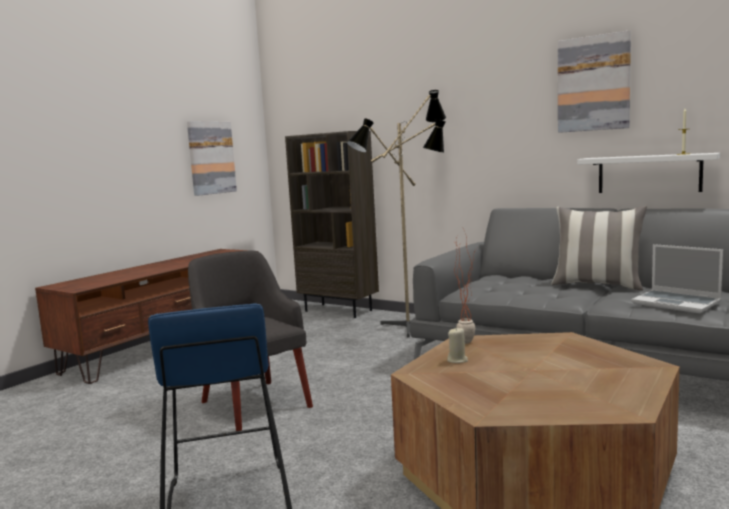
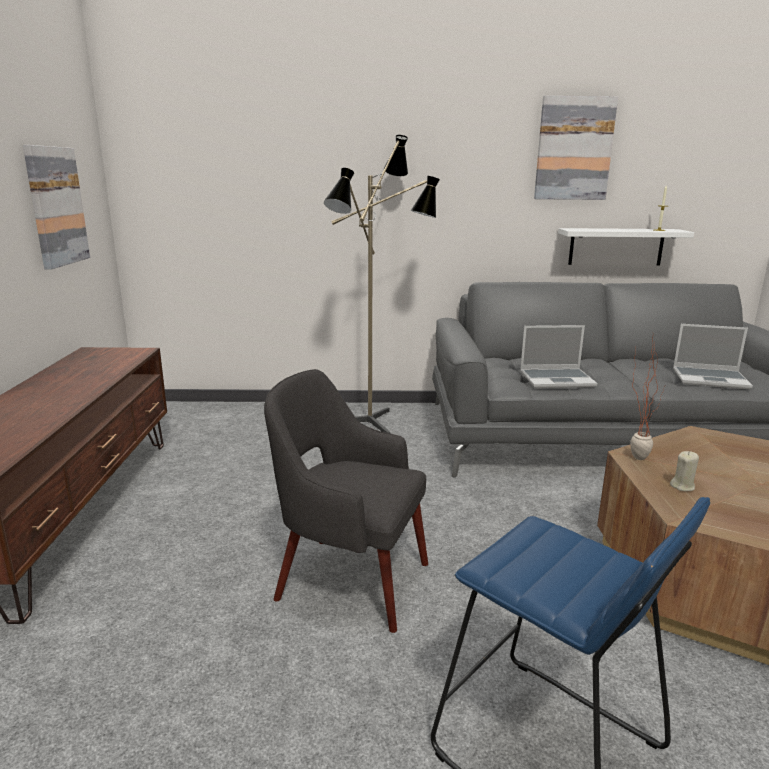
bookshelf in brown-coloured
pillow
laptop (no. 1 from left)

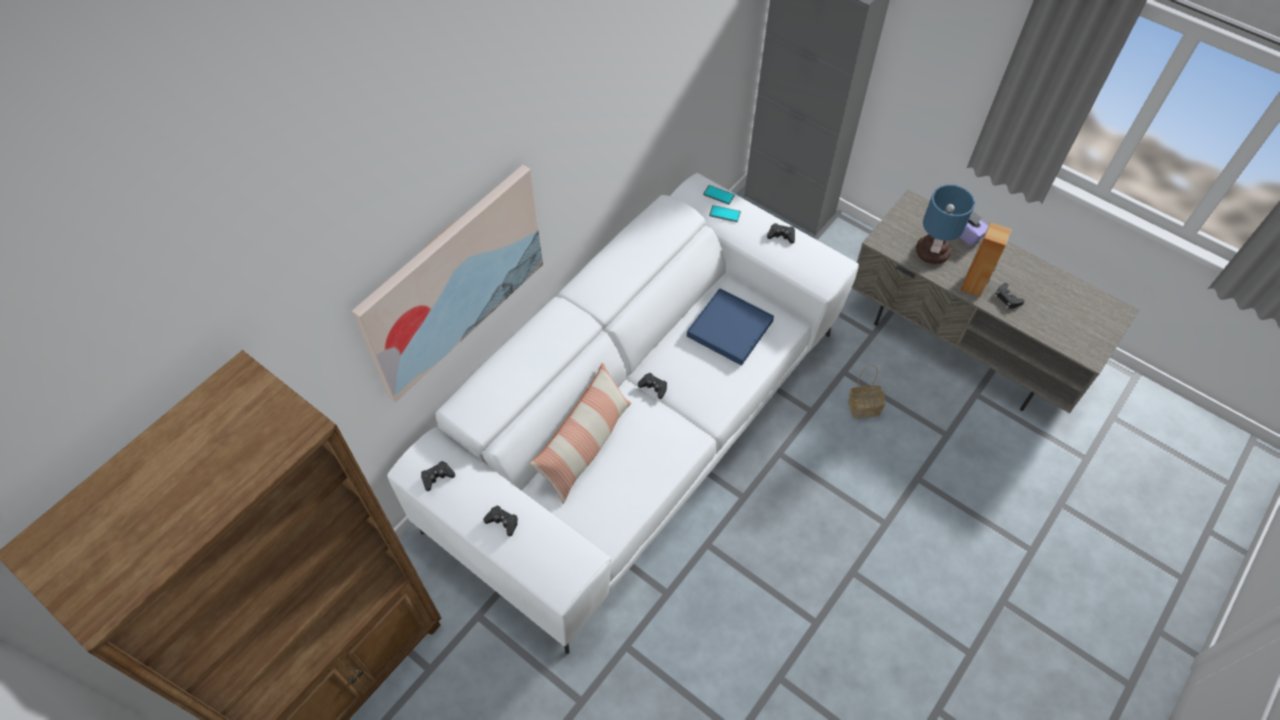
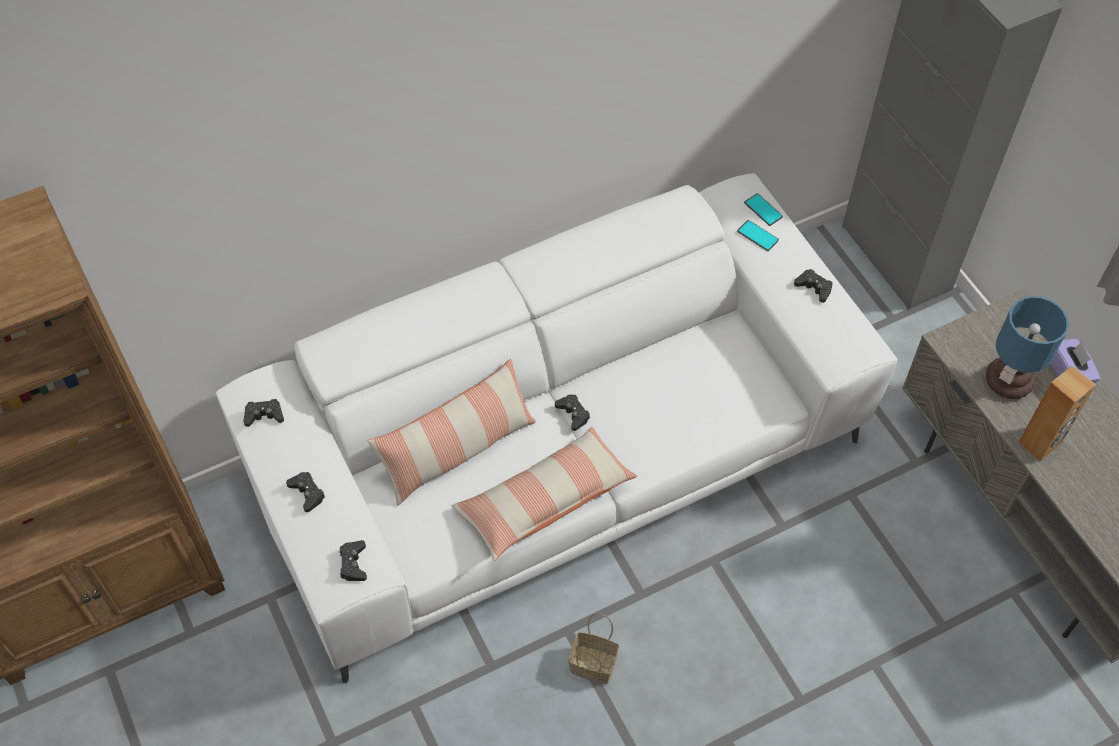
wall picture
joypad in black-coloured (no. 3 from left)
serving tray in blue-coloured
household basket
pillow (no. 2 from left)

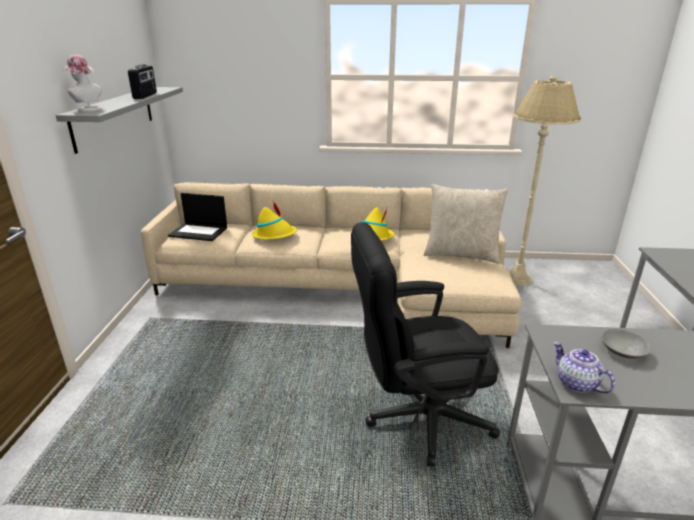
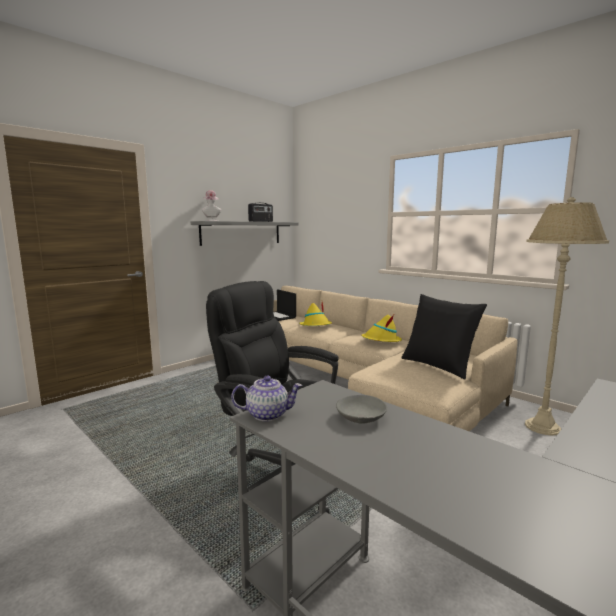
pillow in black-coloured
tea pot

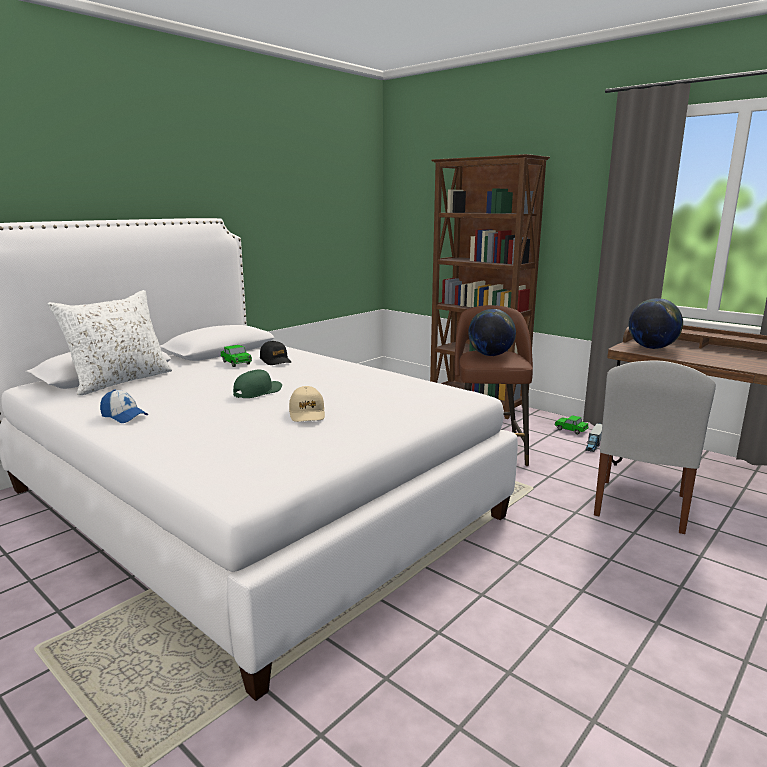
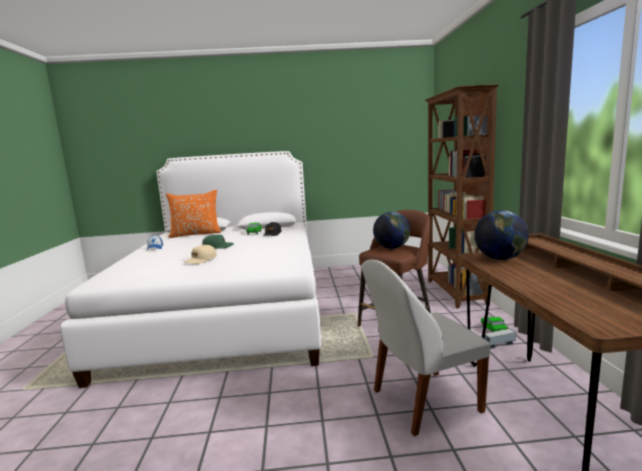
pillow in orangey

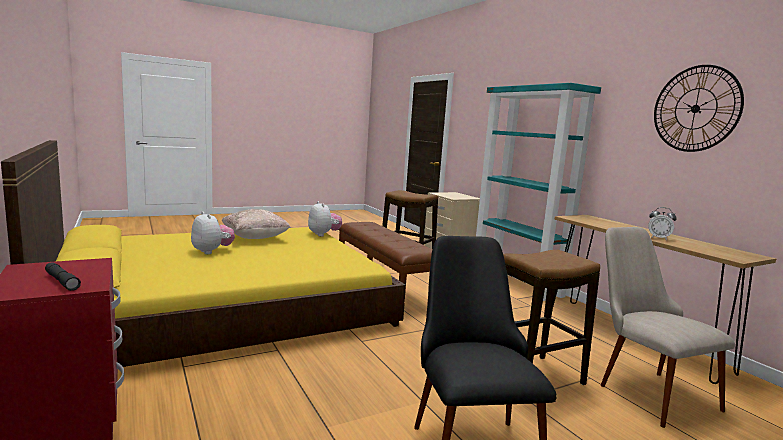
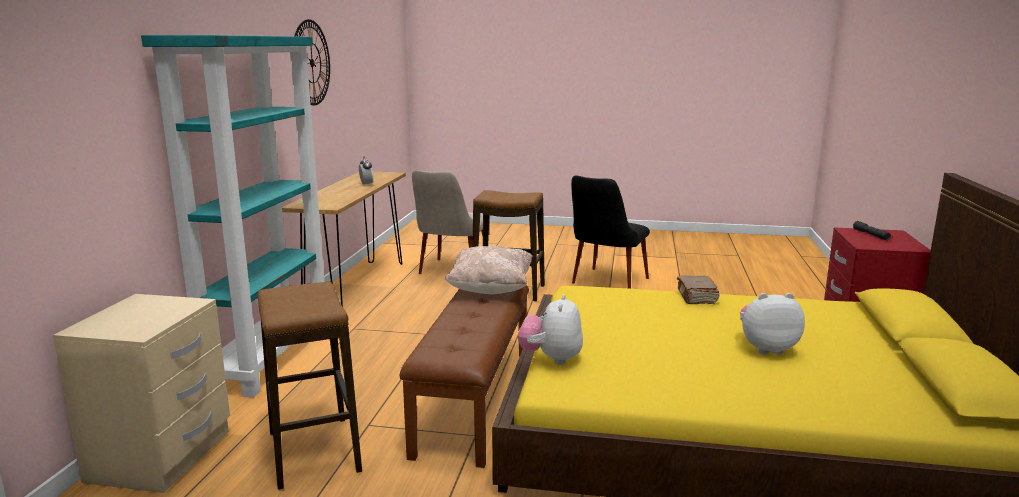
pillow in sand-coloured
cuddly toy (no. 2 from left)
bound book in brown-coloured

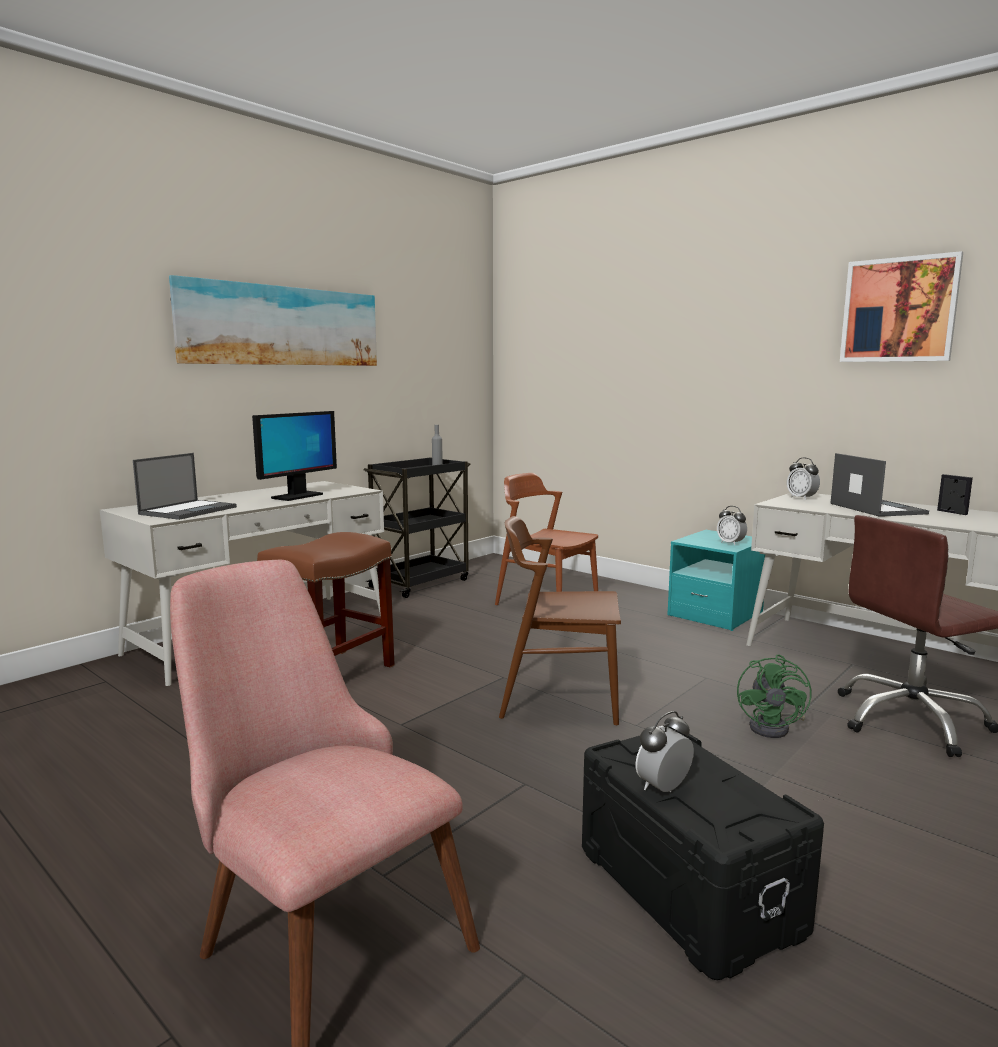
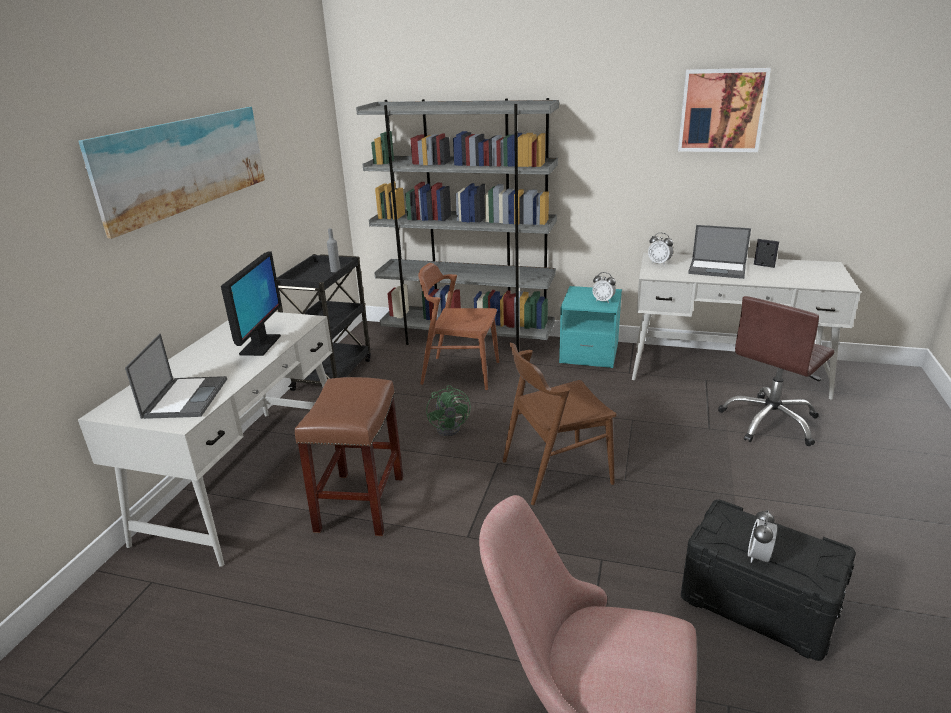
laptop (no. 2 from left)
electric fan in green-coloured
bookshelf in greyish

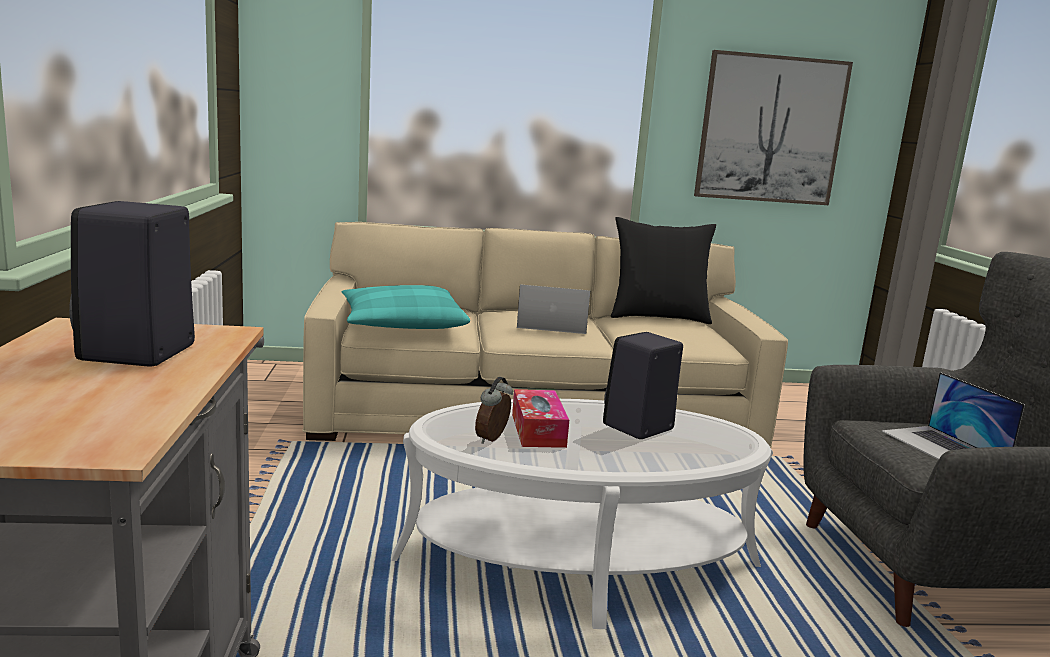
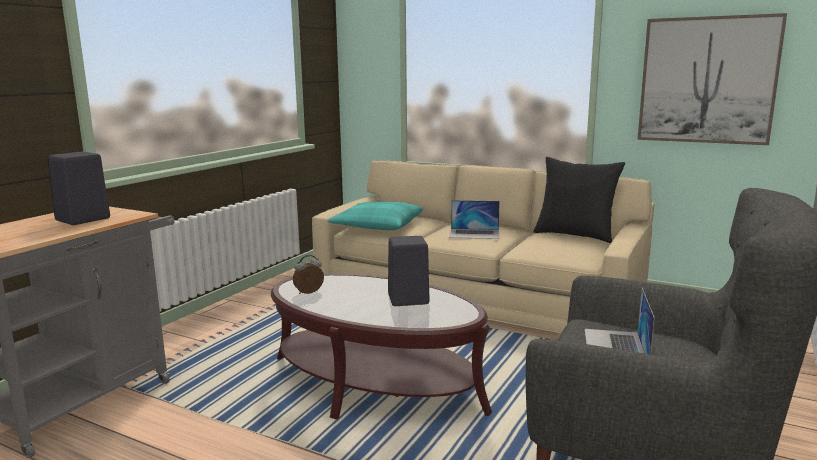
laptop (no. 1 from left)
box of tissues
low table in brown-coloured

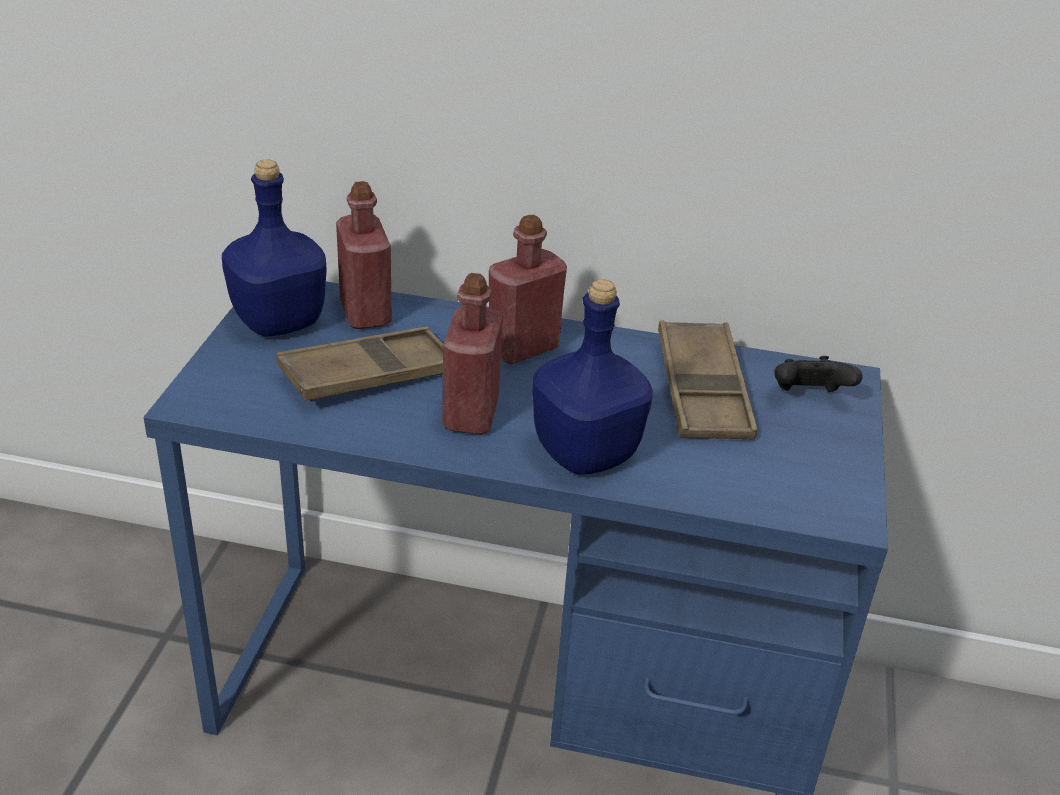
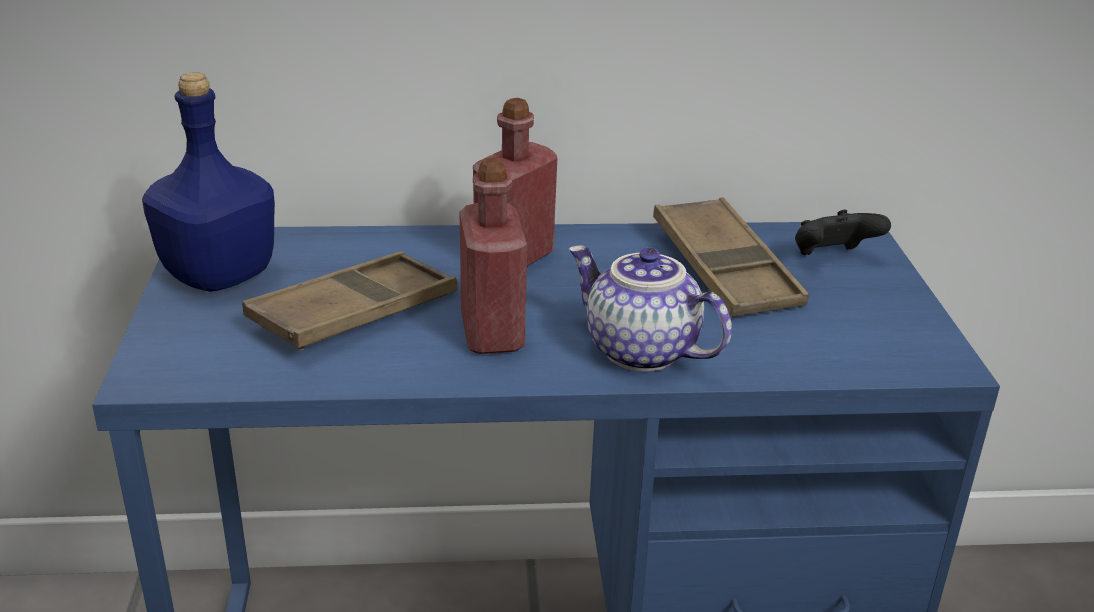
bottle in red (no. 1 from left in the first image)
tea pot

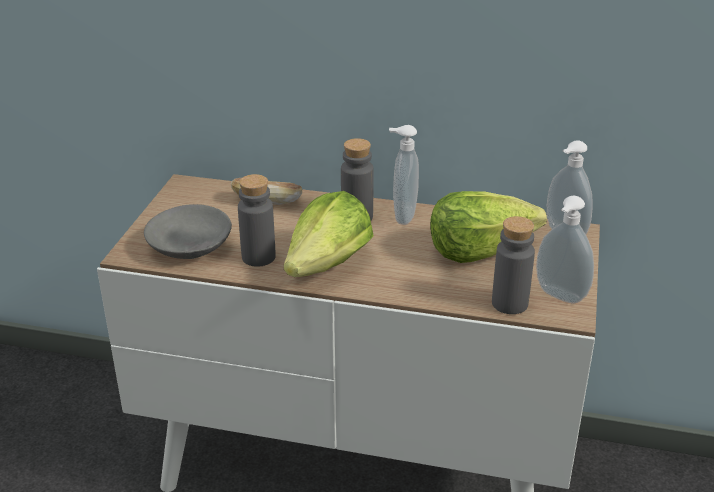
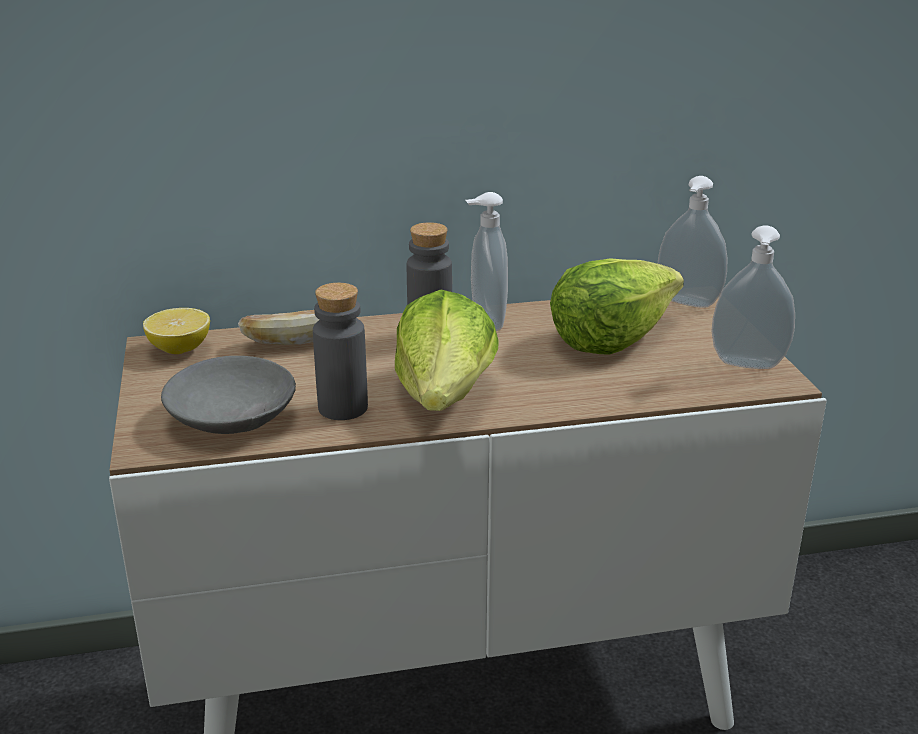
bottle in greyish (no. 3 from left in the first image)
lemon

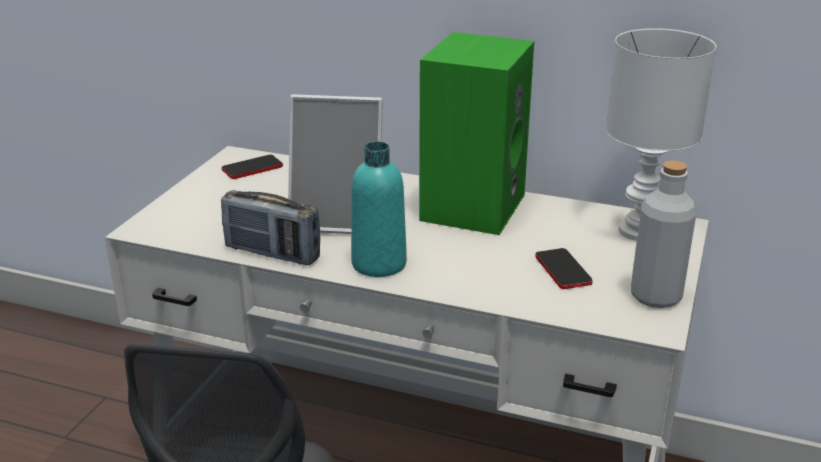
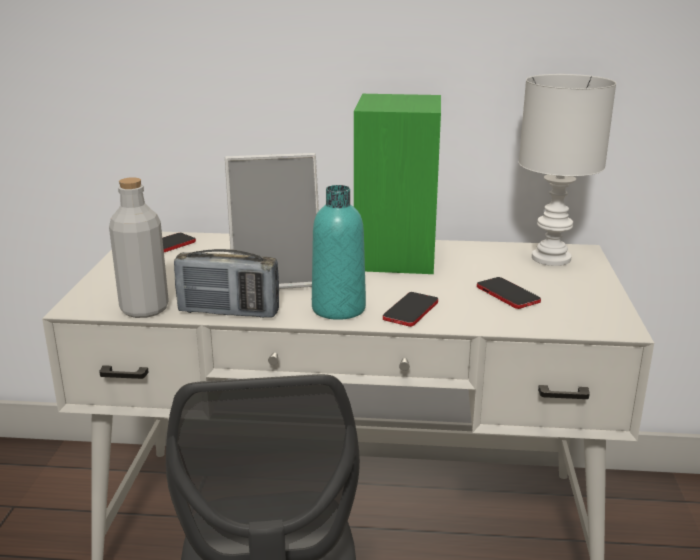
bottle in greyish
handset (no. 2 from left)

